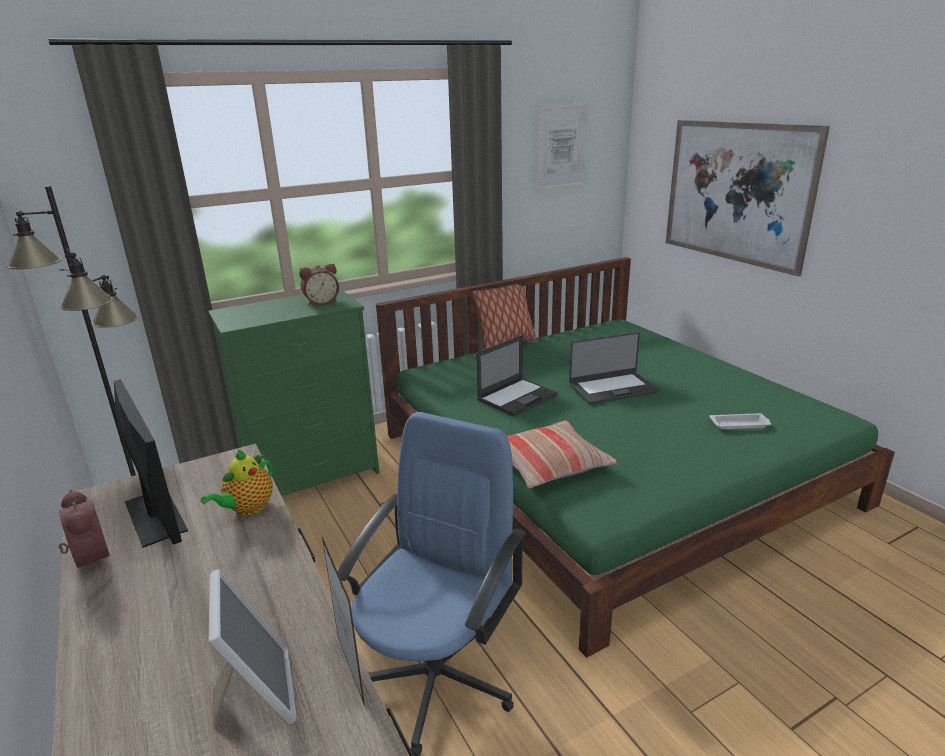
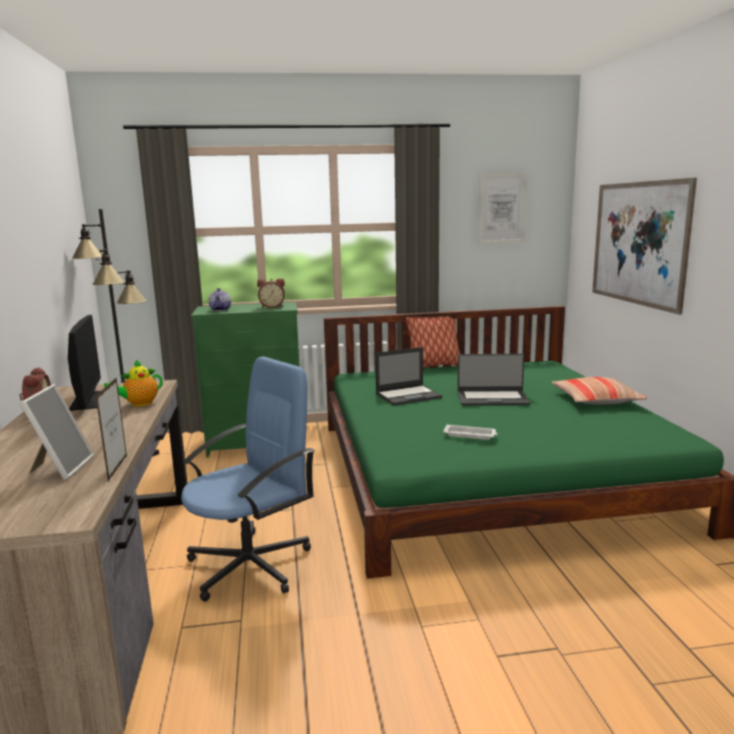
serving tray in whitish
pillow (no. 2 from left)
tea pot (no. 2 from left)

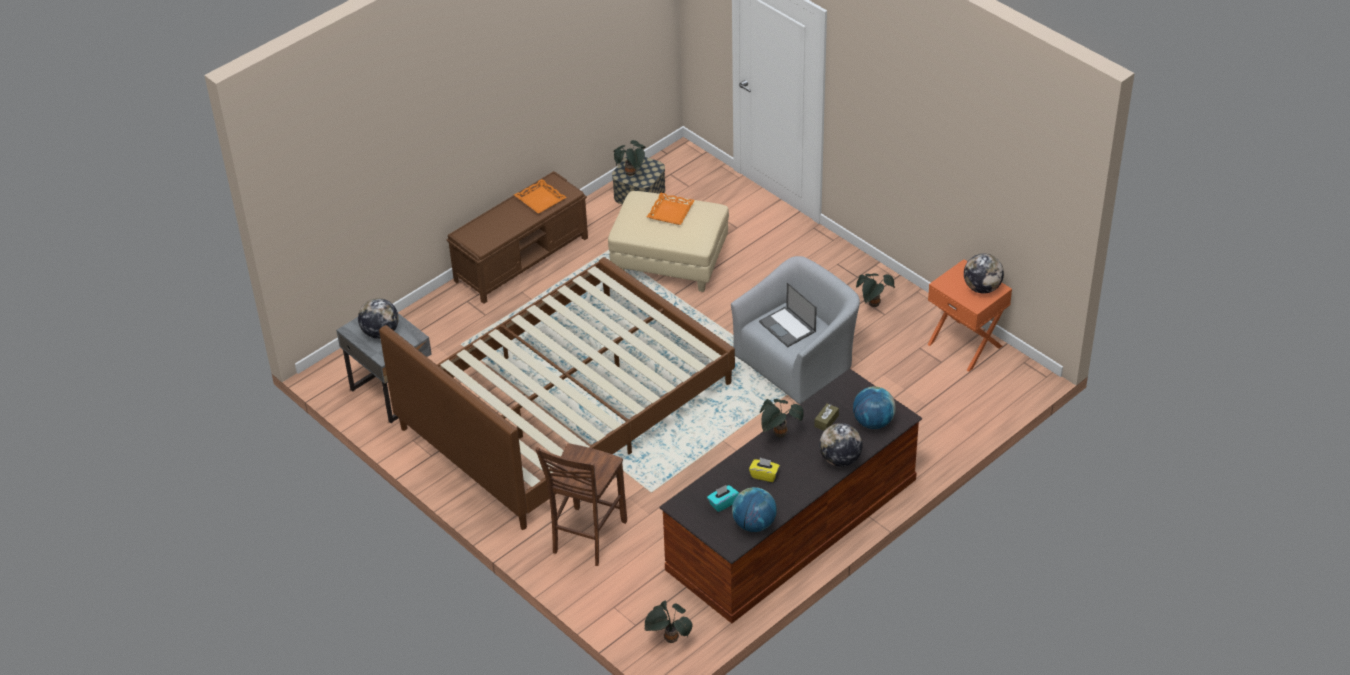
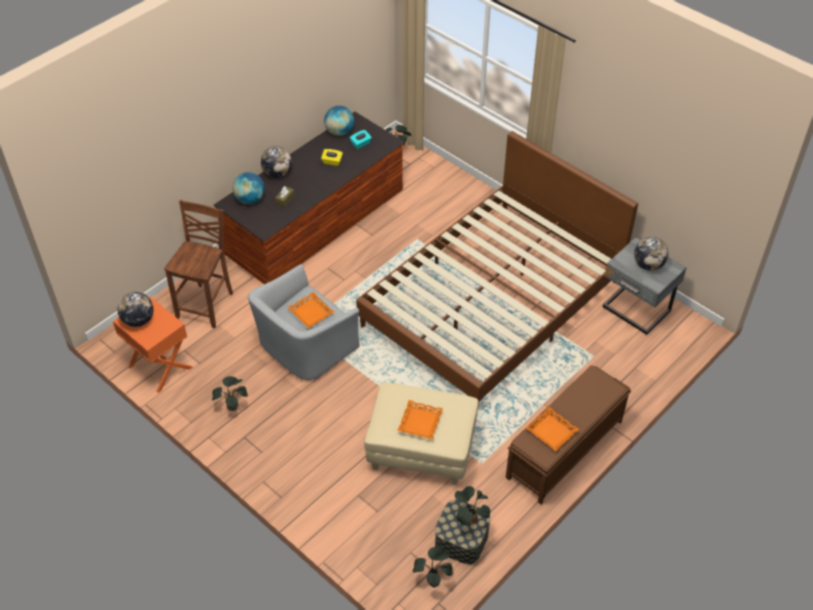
serving tray in orangey (no. 1 from left)
plant in a pot (no. 3 from left)
chair in brown-coloured

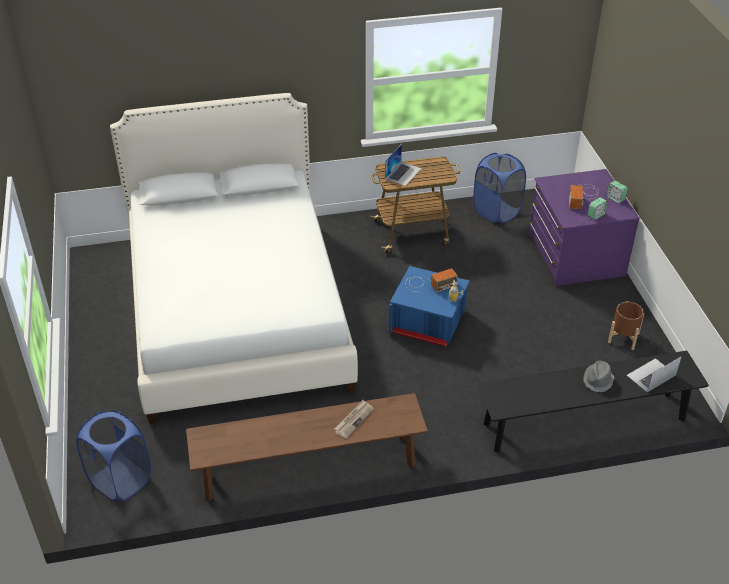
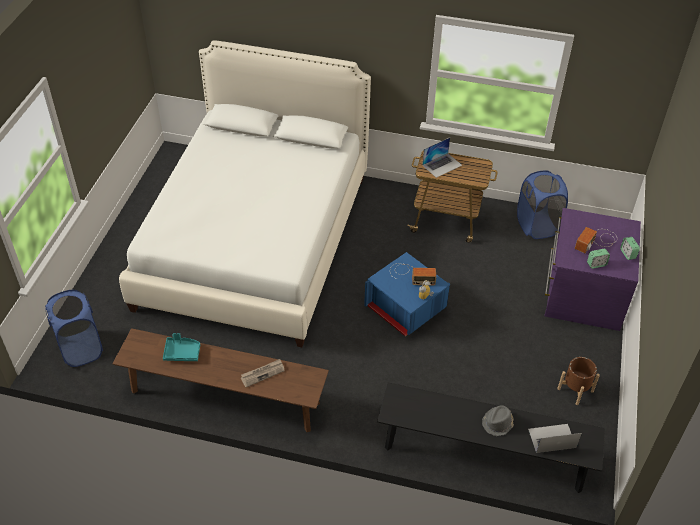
serving tray in turquoise

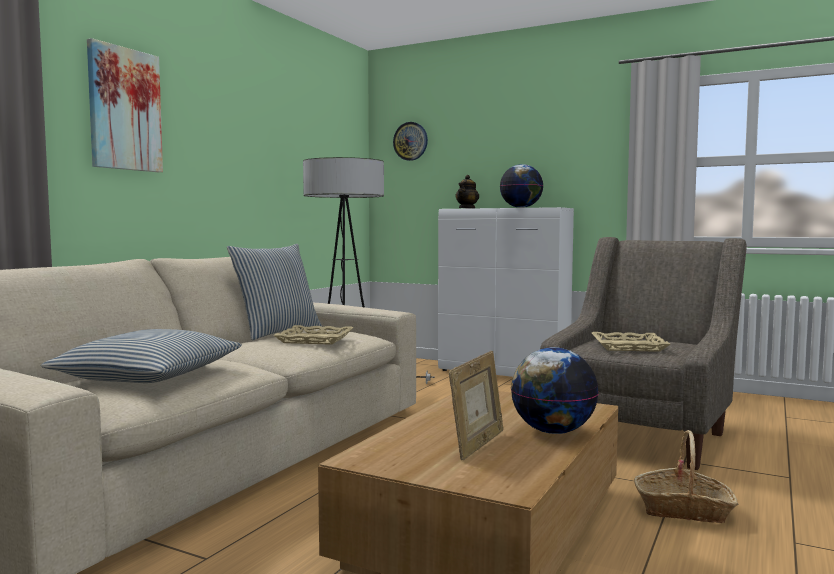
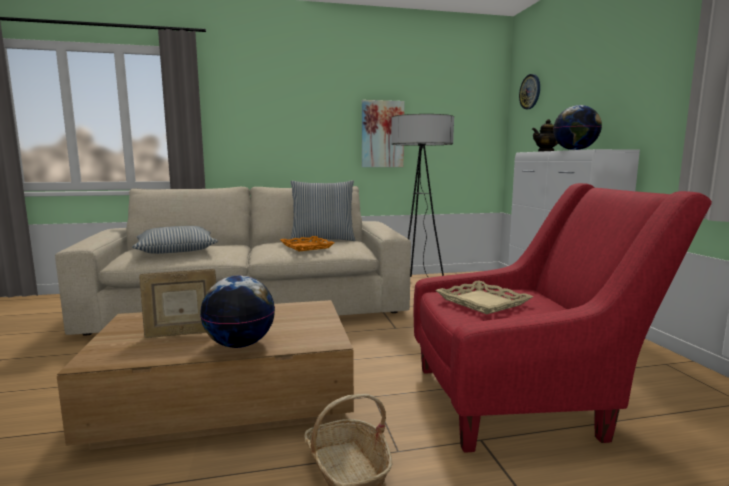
wall picture
easy chair in red
serving tray in orangey

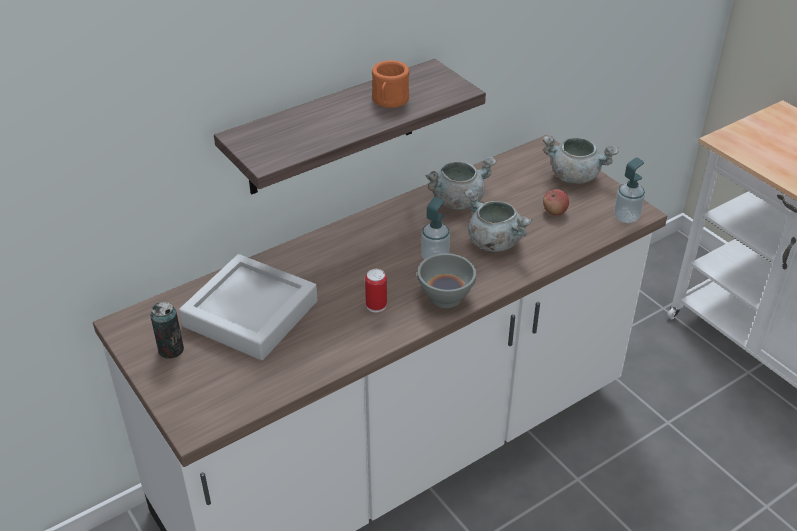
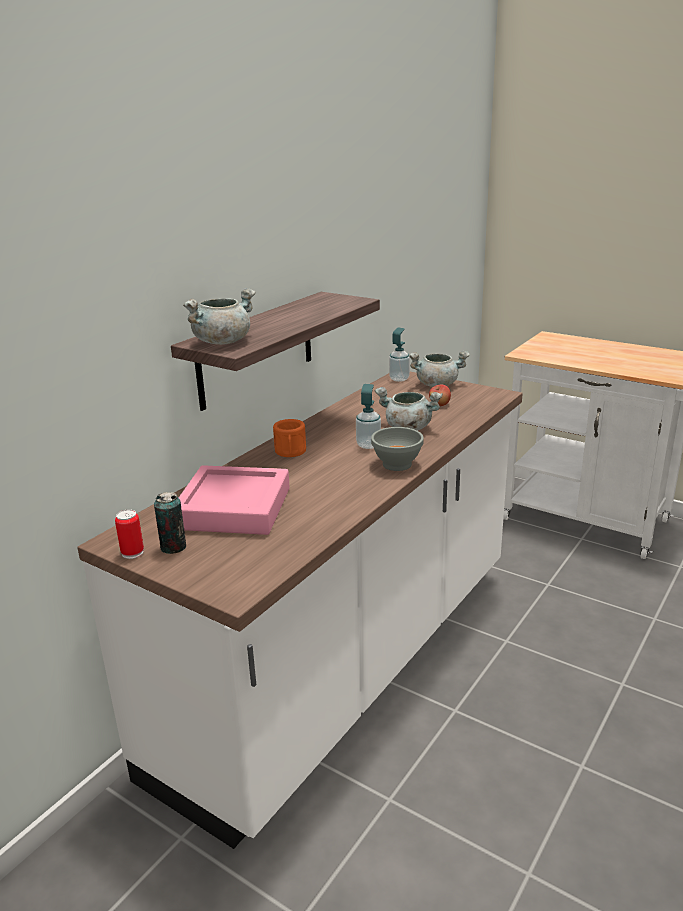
coffee mug in orangey
stockpot in greyish (no. 1 from left)
liquid soap bottle (no. 2 from left)
serving tray in pink-coloured
sealed can (no. 1 from left)

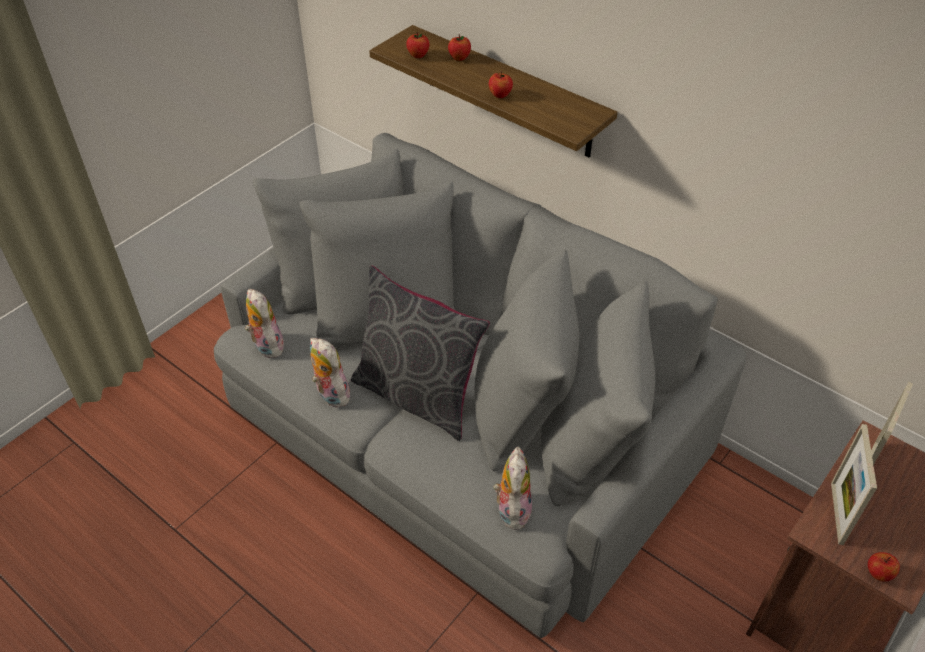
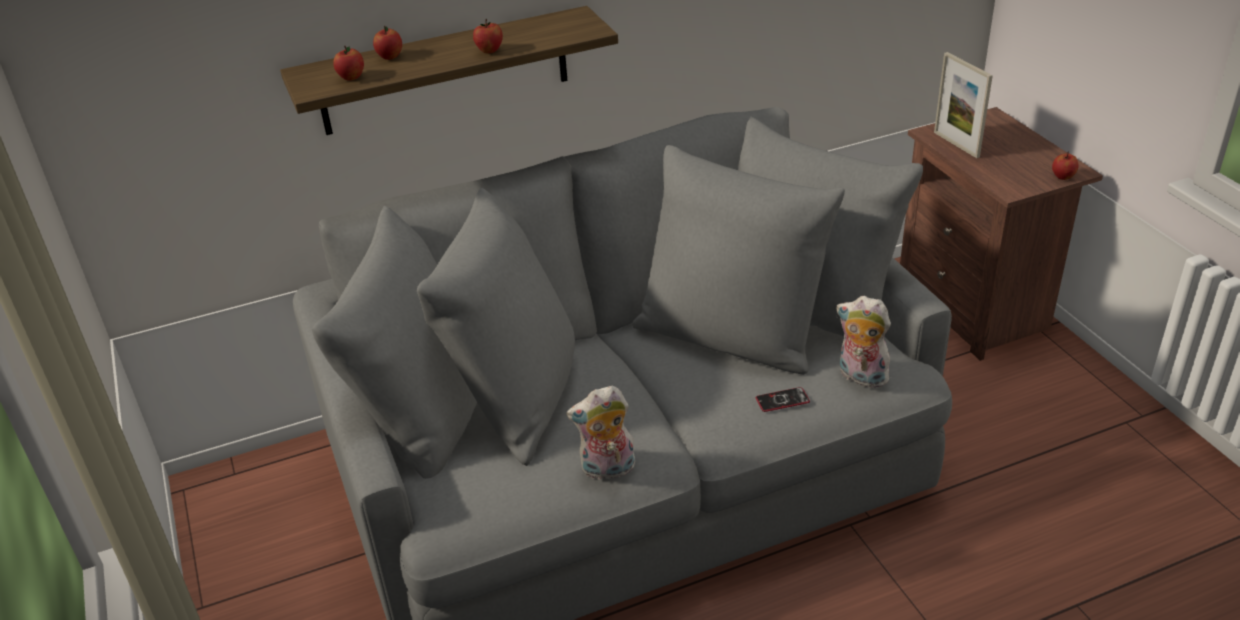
pillow in greyish
cuddly toy (no. 1 from left in the first image)
standing frame (no. 1 from left in the first image)
handset

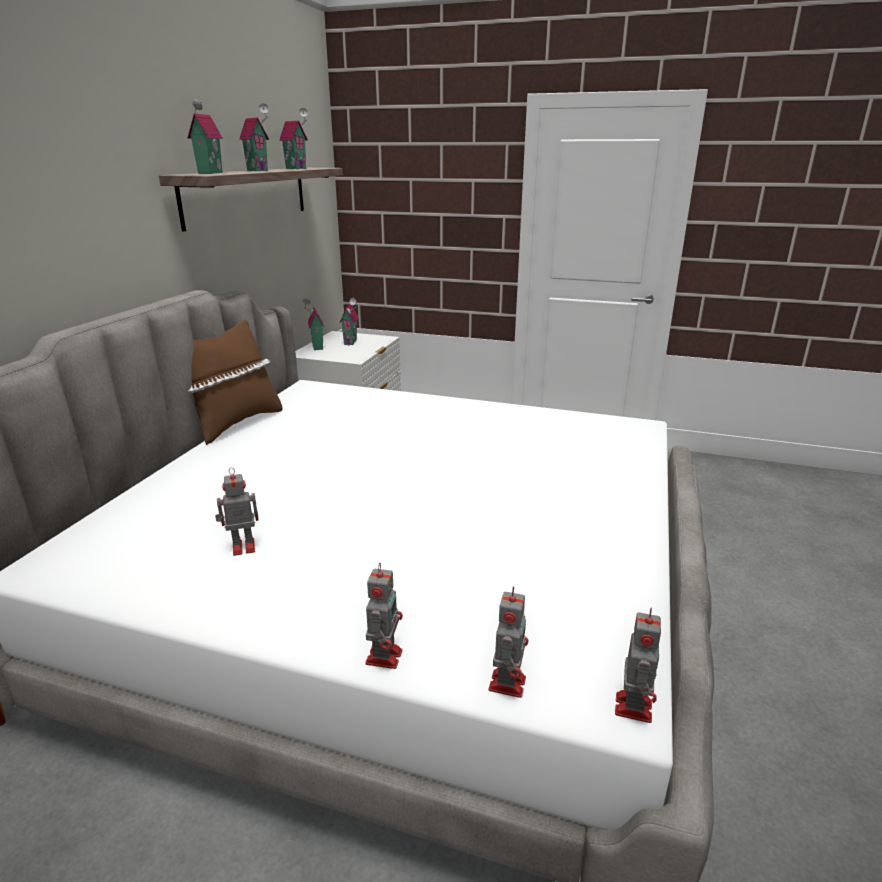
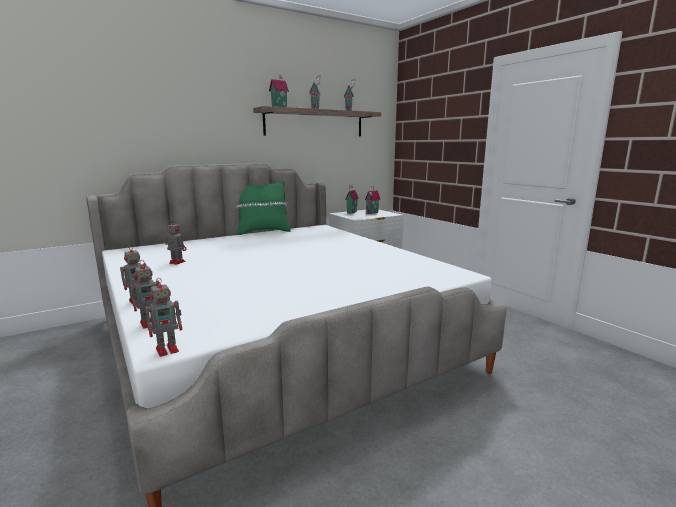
pillow in green-coloured

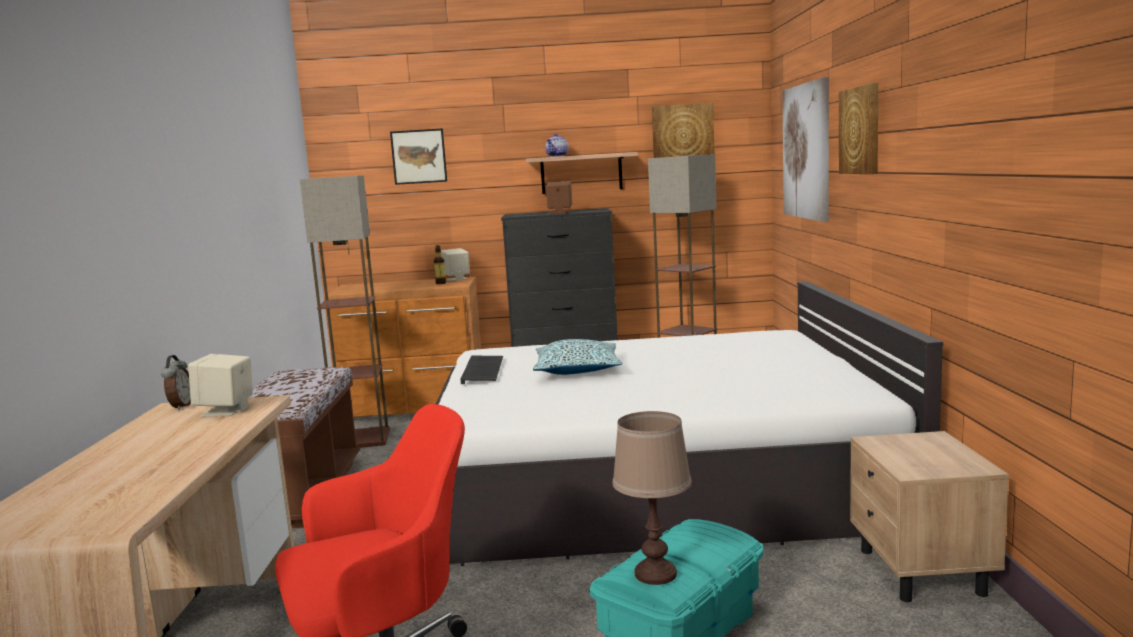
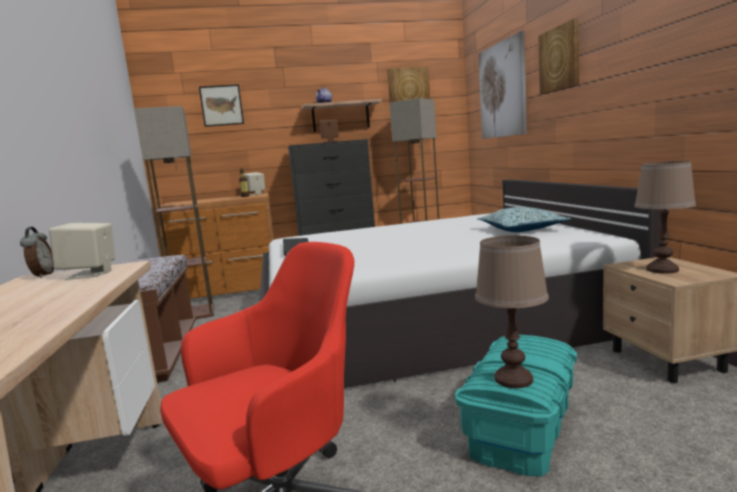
pillow
tabletop lamp in brown-coloured (no. 2 from left)

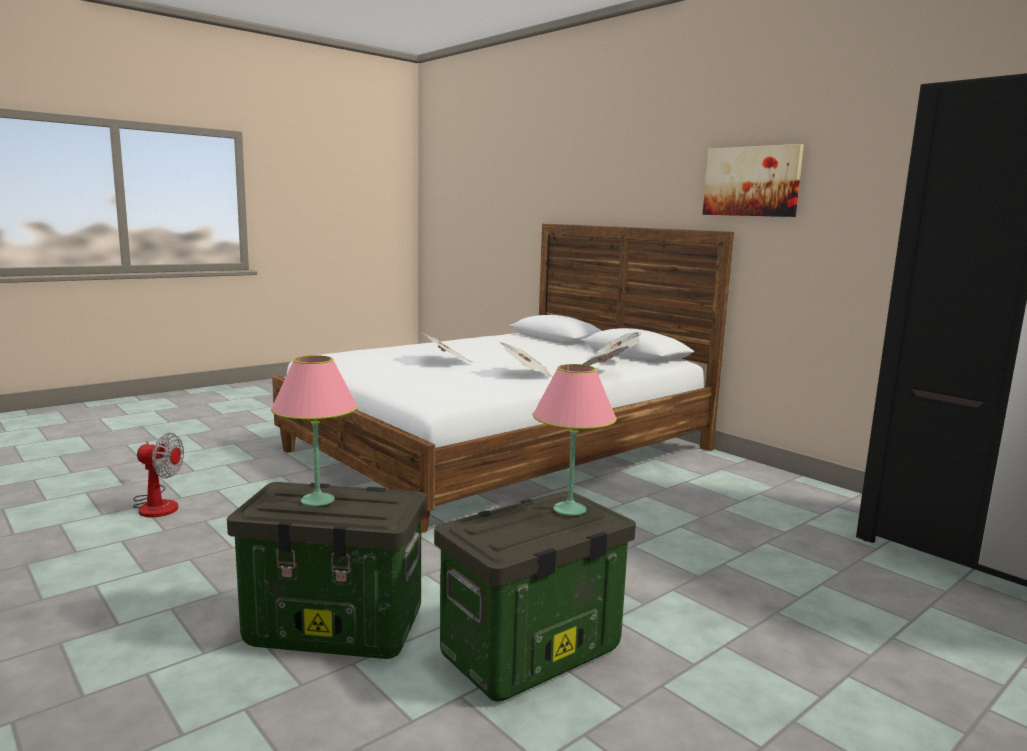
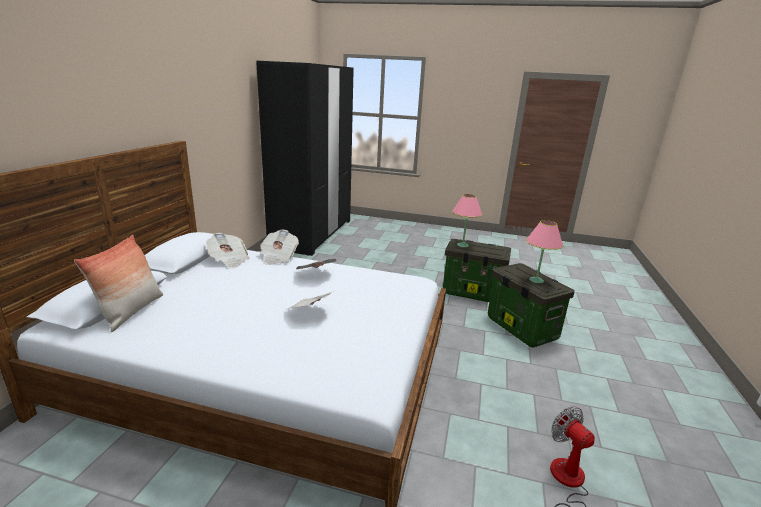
wall picture
pillow

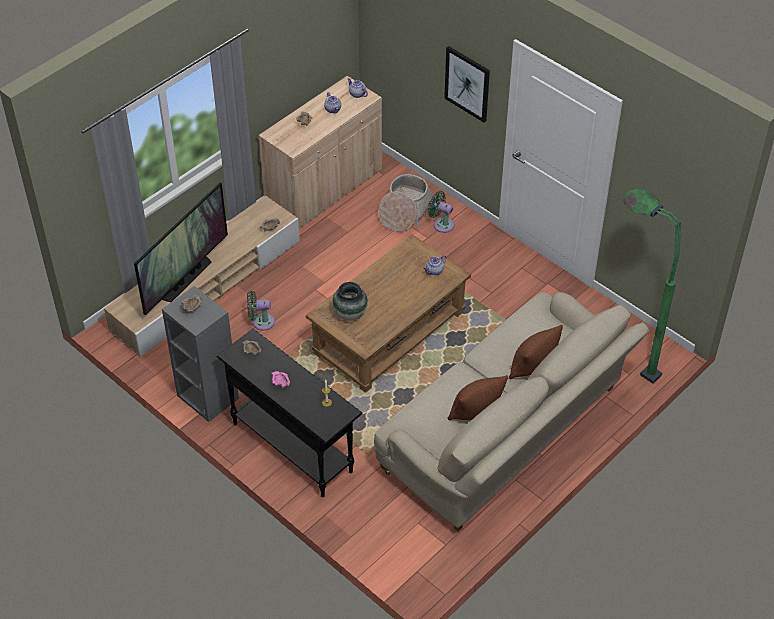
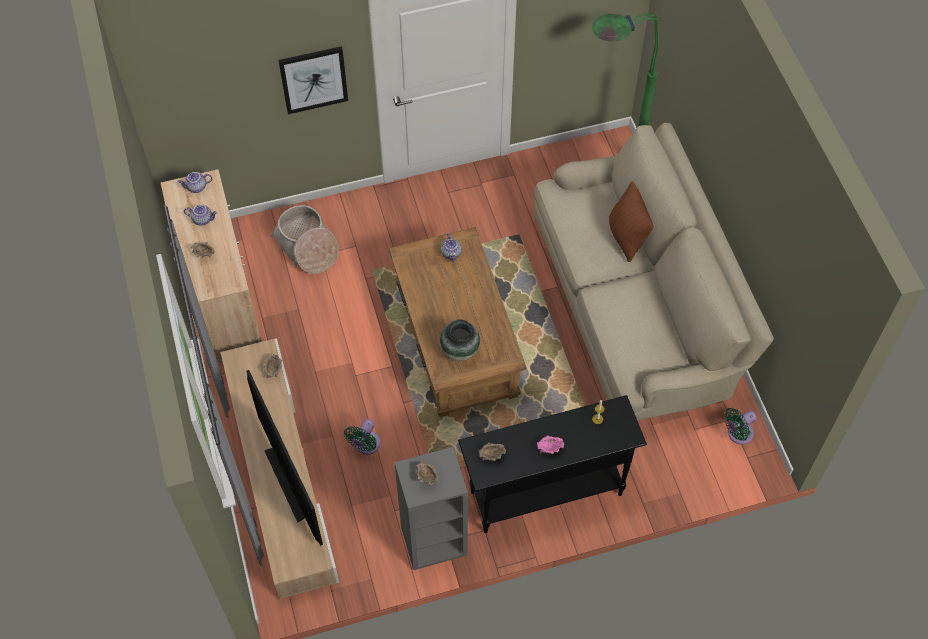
electric fan in green-coloured (no. 2 from left)
pillow in brown-coloured (no. 1 from left in the first image)

